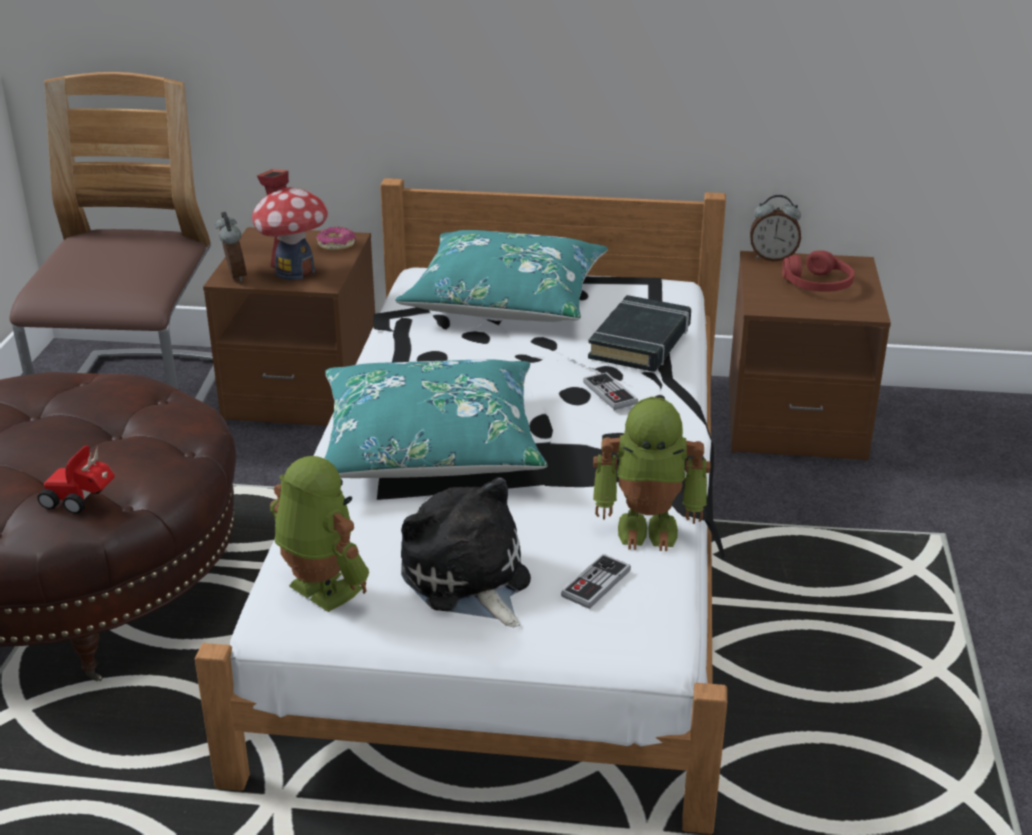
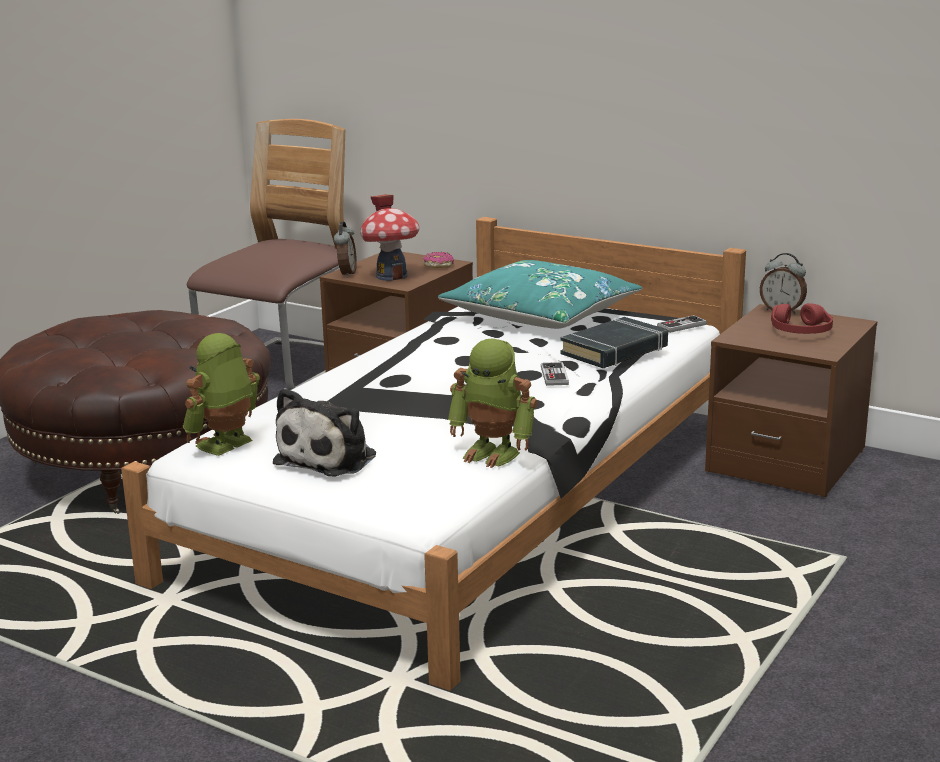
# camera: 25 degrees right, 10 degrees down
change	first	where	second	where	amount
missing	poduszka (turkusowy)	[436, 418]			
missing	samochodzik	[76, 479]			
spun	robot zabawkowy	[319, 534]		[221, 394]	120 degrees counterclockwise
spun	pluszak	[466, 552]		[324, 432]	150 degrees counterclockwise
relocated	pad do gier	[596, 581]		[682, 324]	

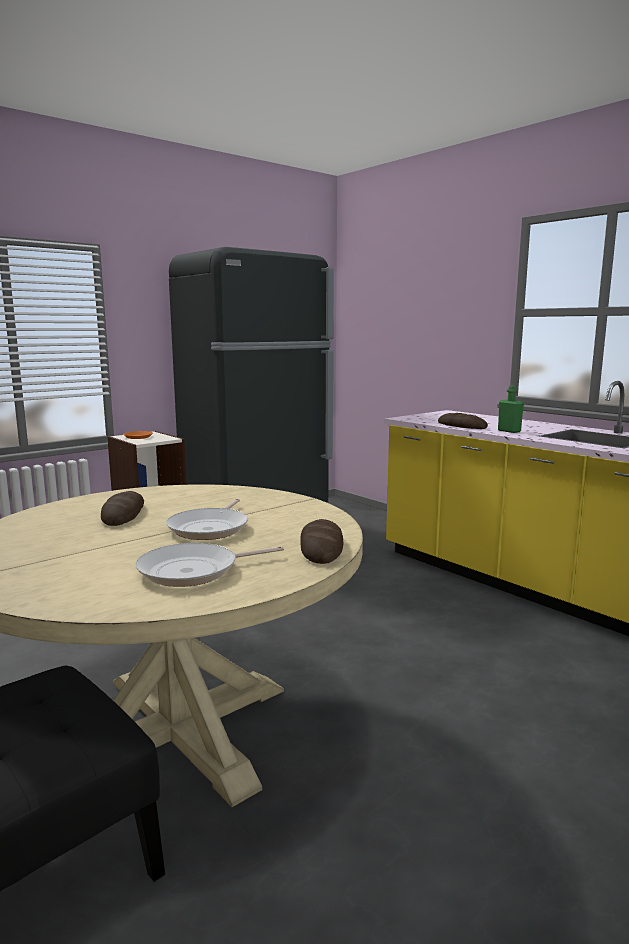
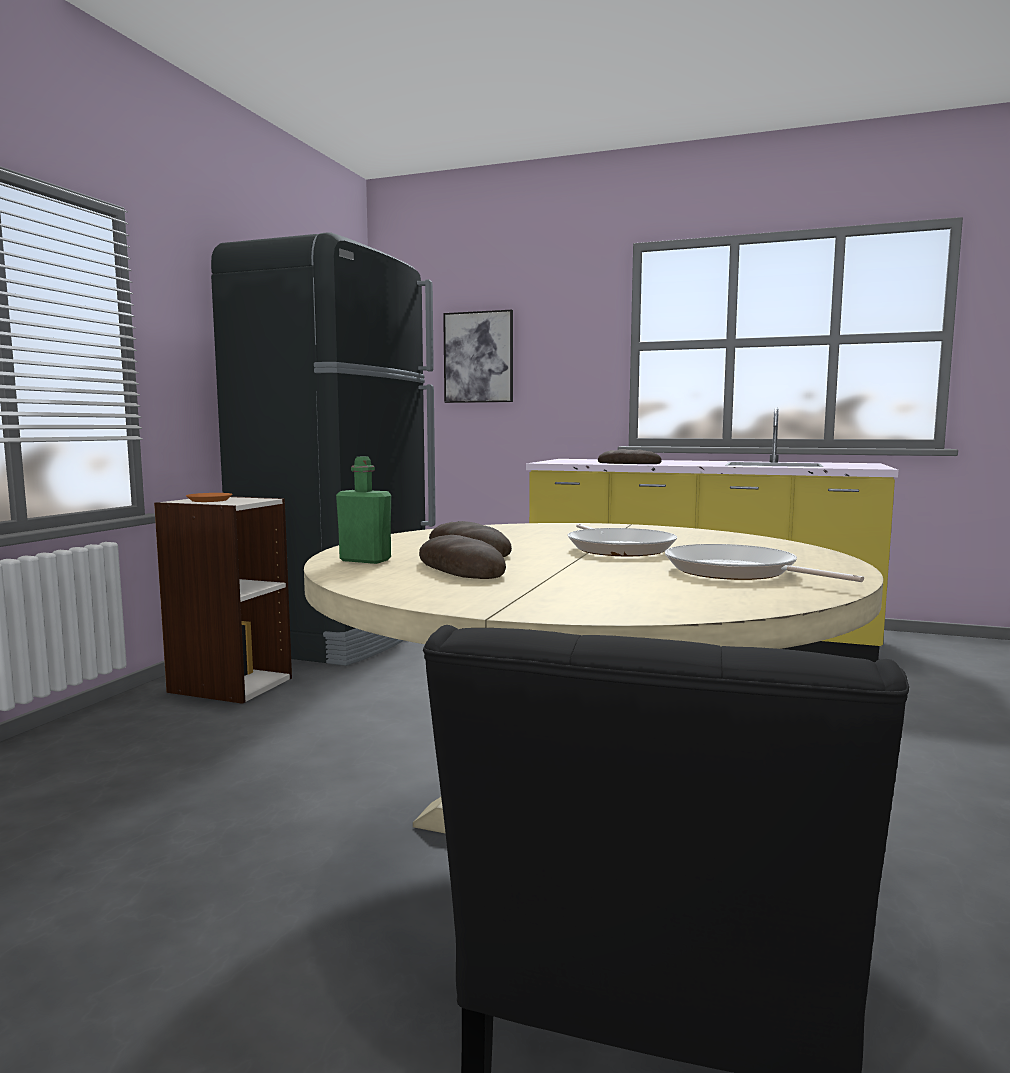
# camera: 30 degrees left, 5 degrees down
change	first	where	second	where	amount
relocated	butelka (zielony)	[511, 409]		[363, 510]	
relocated	chleb	[321, 541]		[462, 557]	
spun	patelnia	[209, 565]		[764, 563]	105 degrees clockwise
appeared			obraz	[478, 356]	

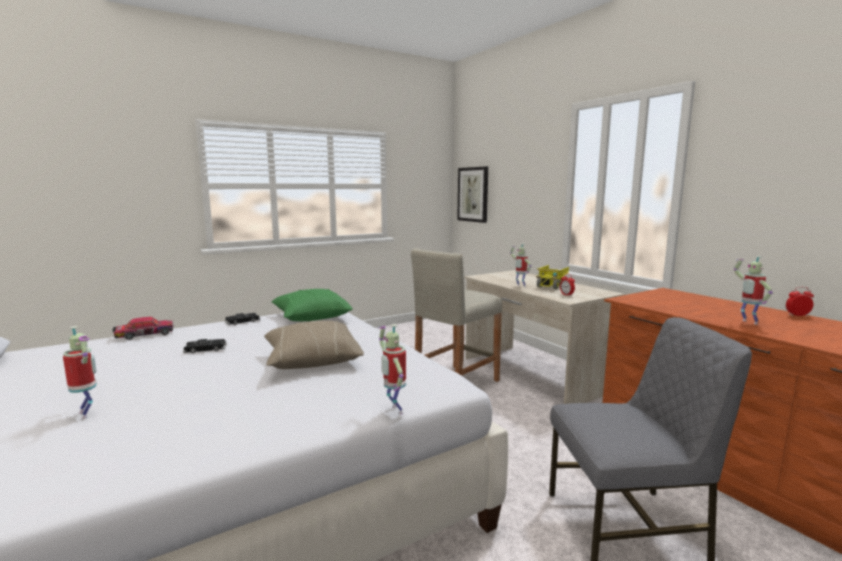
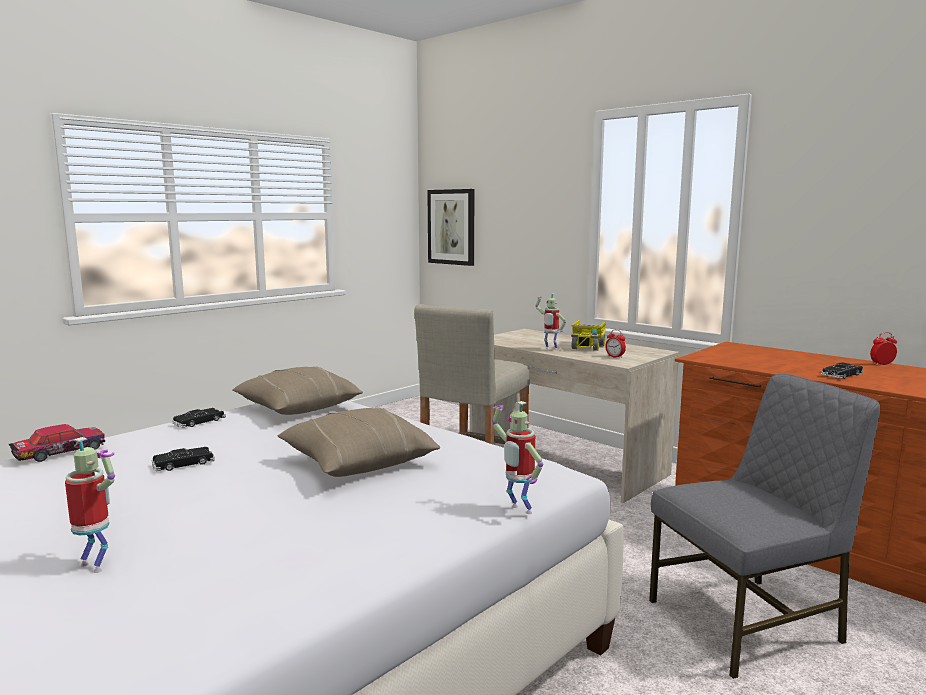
# camera: 15 degrees left, 0 degrees up
change	first	where	second	where	amount
exchanged	robot zabawkowy	[753, 290]	samochodzik (czarny)	[842, 370]	
colour	poduszka (zielony)	[312, 305]	poduszka (beżowy)	[297, 390]	

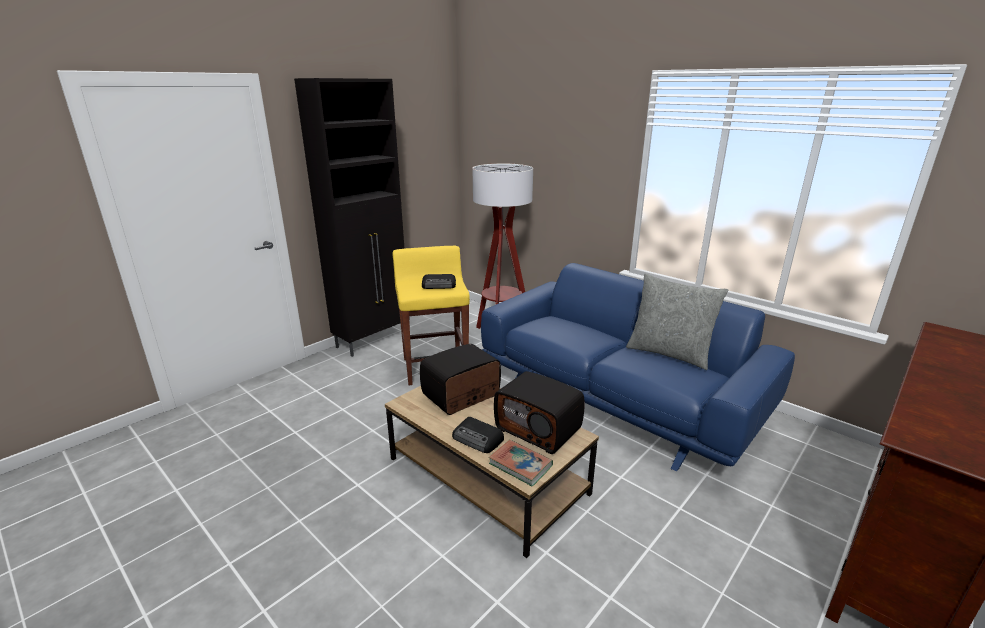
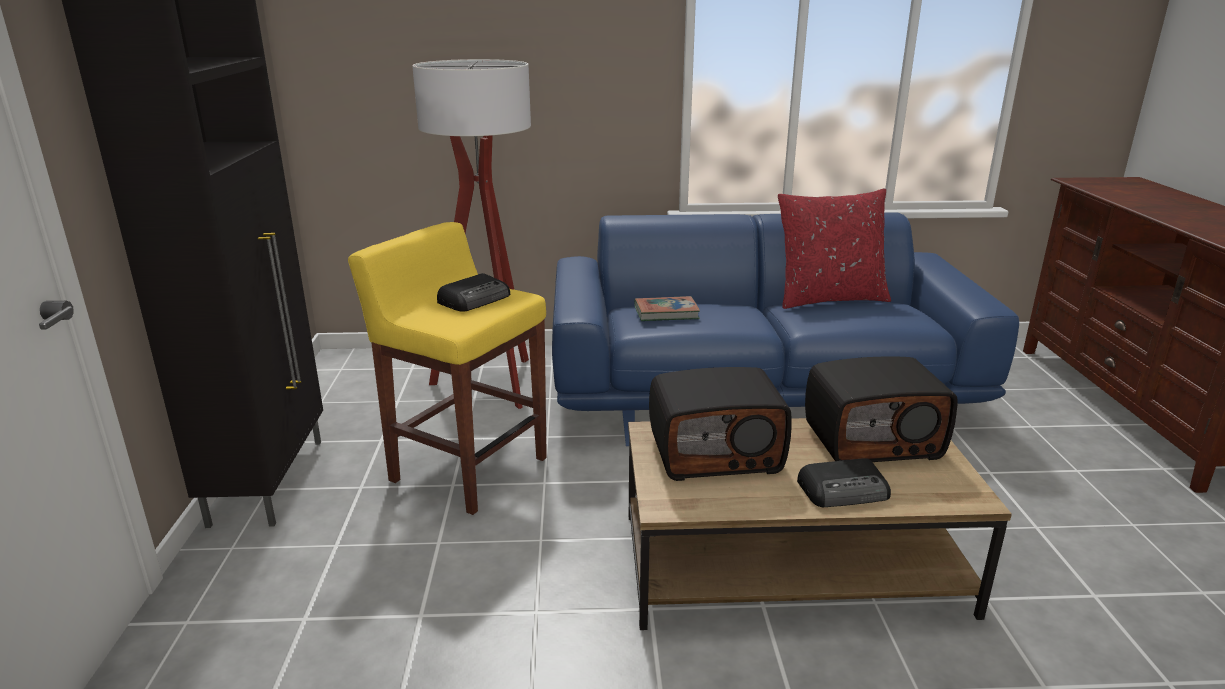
# camera: 45 degrees left, 0 degrees up
change	first	where	second	where	amount
colour	poduszka (szary)	[677, 322]	poduszka (czerwony)	[834, 248]	
spun	radio	[460, 379]		[720, 424]	105 degrees counterclockwise
relocated	książka	[521, 463]		[667, 308]	

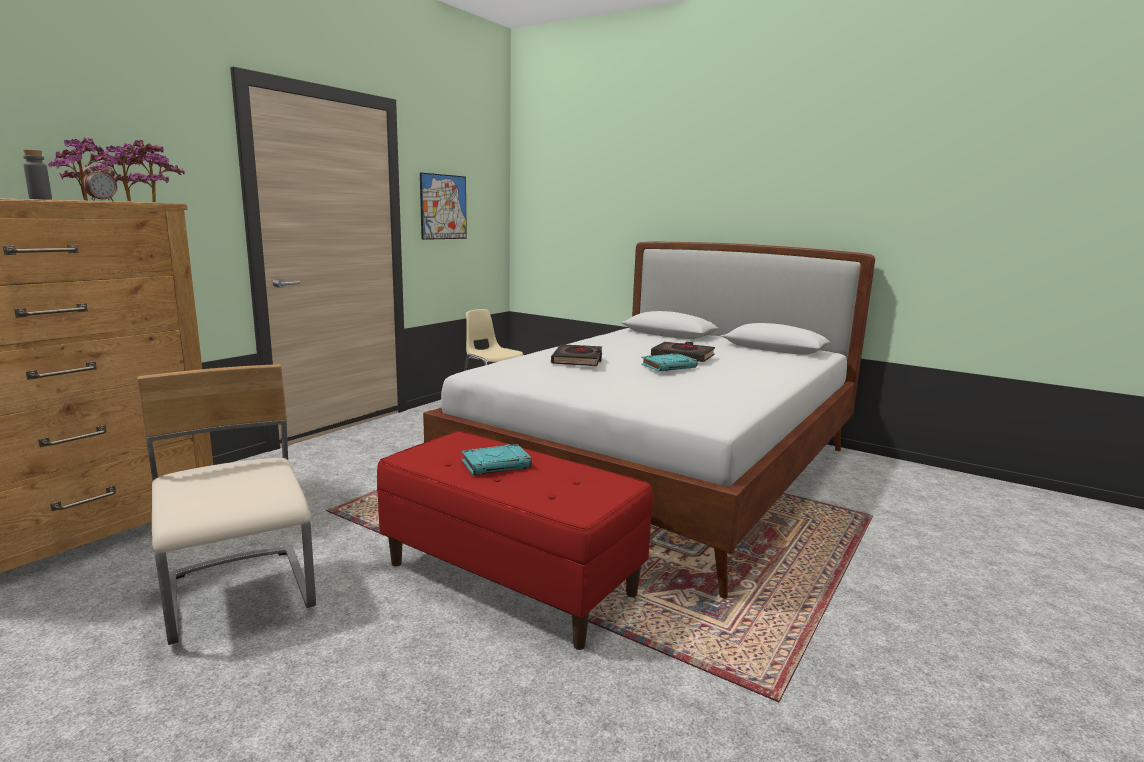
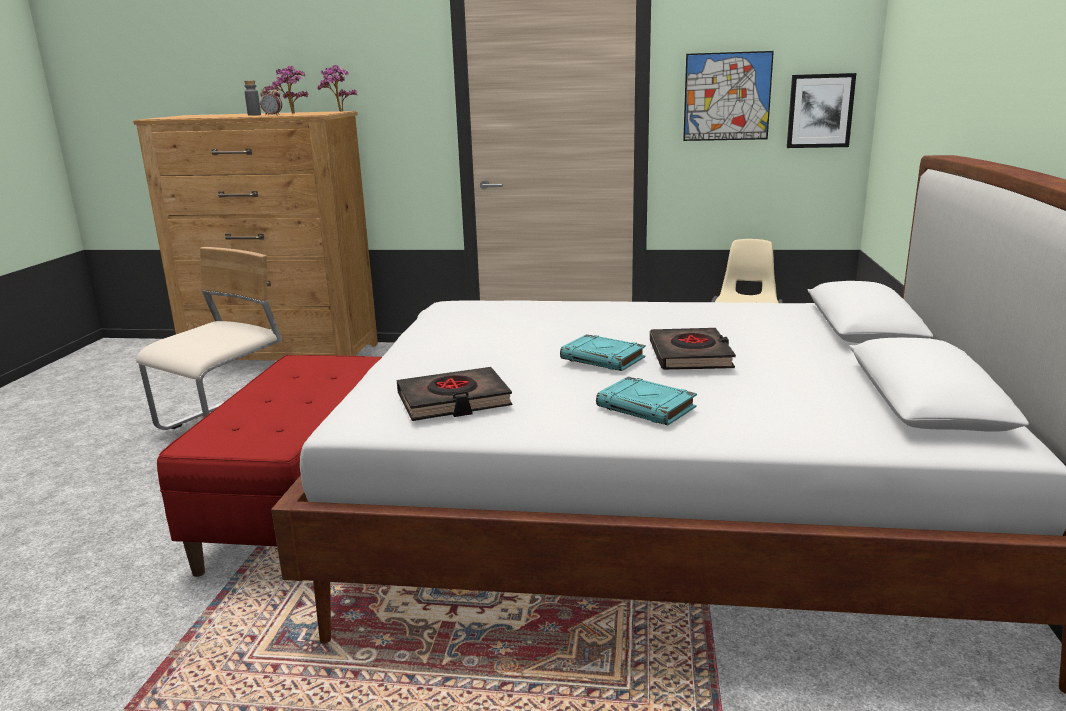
# camera: 65 degrees right, 5 degrees up
change	first	where	second	where	amount
missing	roślina doniczkowa	[153, 171]			
relocated	książka (czarny)	[576, 355]		[455, 394]	
relocated	książka (turkusowy)	[497, 459]		[646, 400]	
appeared			obraz	[821, 110]	

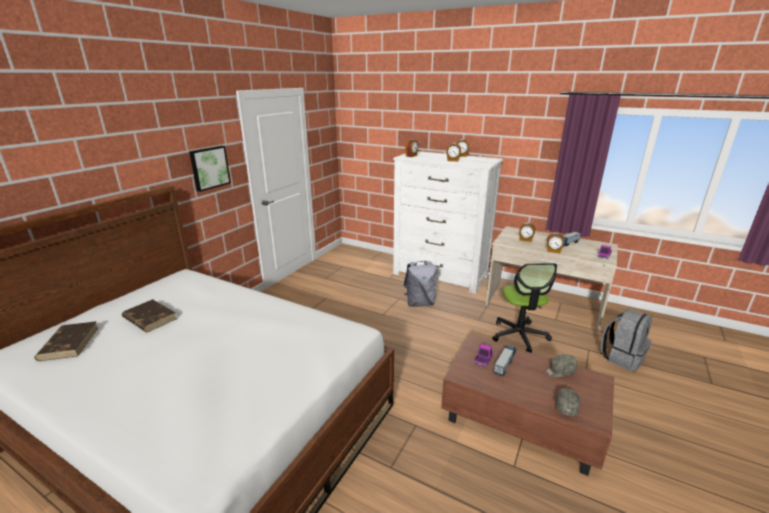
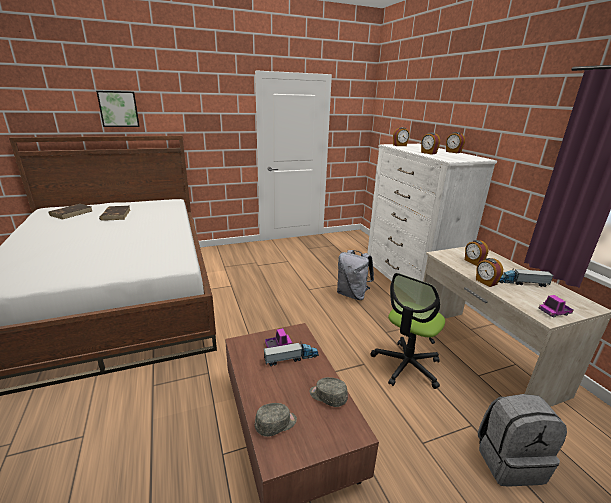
# camera: 40 degrees right, 0 degrees up
change	first	where	second	where	amount
relocated	obraz	[210, 169]		[118, 109]	

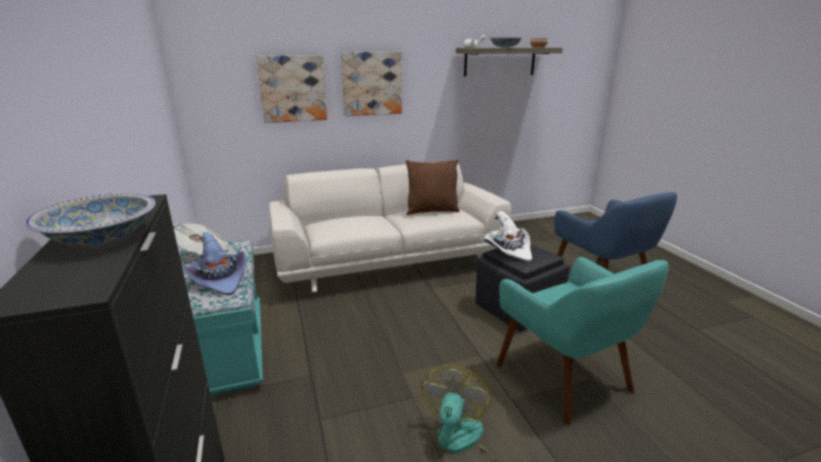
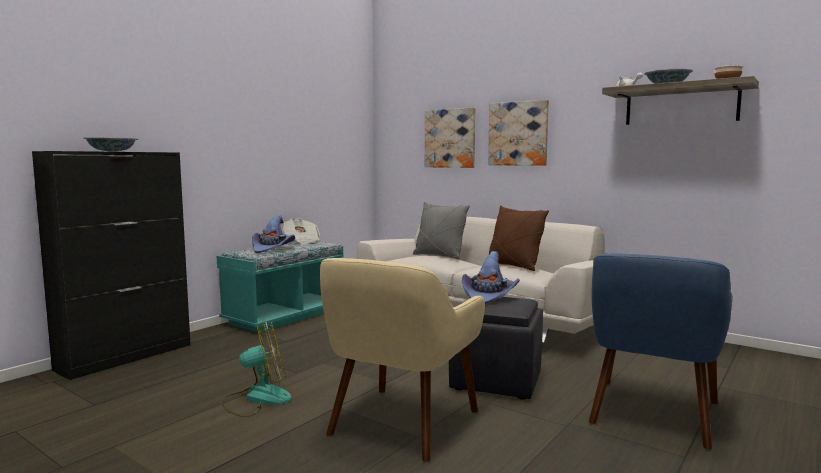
# camera: 55 degrees right, 15 degrees down
change	first	where	second	where	amount
colour	kapelusz (biały)	[508, 236]	kapelusz (fioletowy)	[491, 277]	
colour	fotel (turkusowy)	[583, 341]	fotel (beżowy)	[402, 360]	
appeared			poduszka (szary)	[441, 230]	

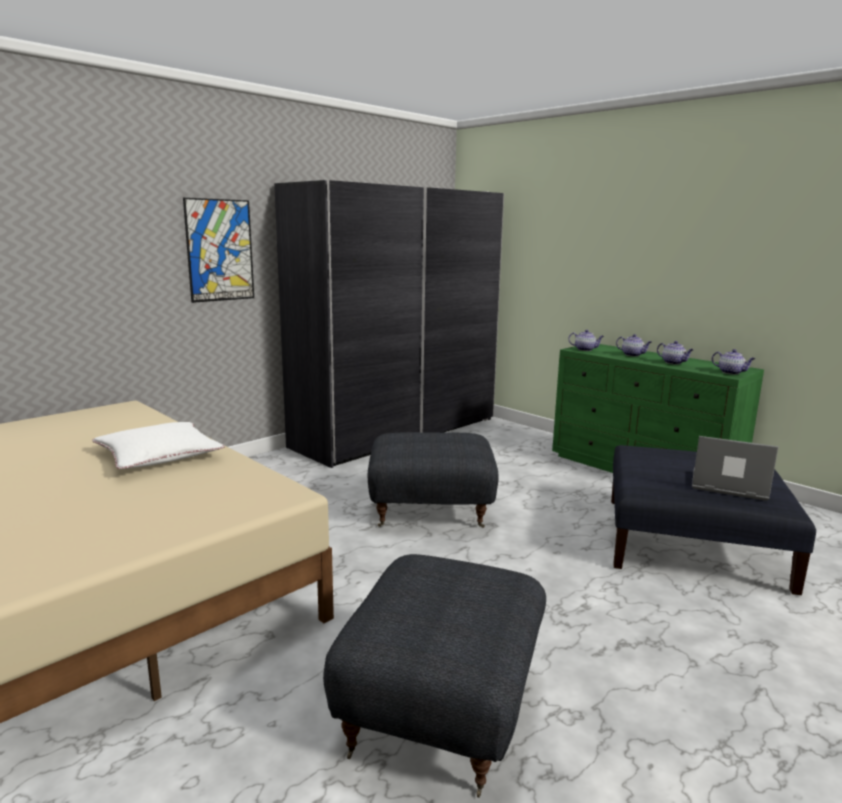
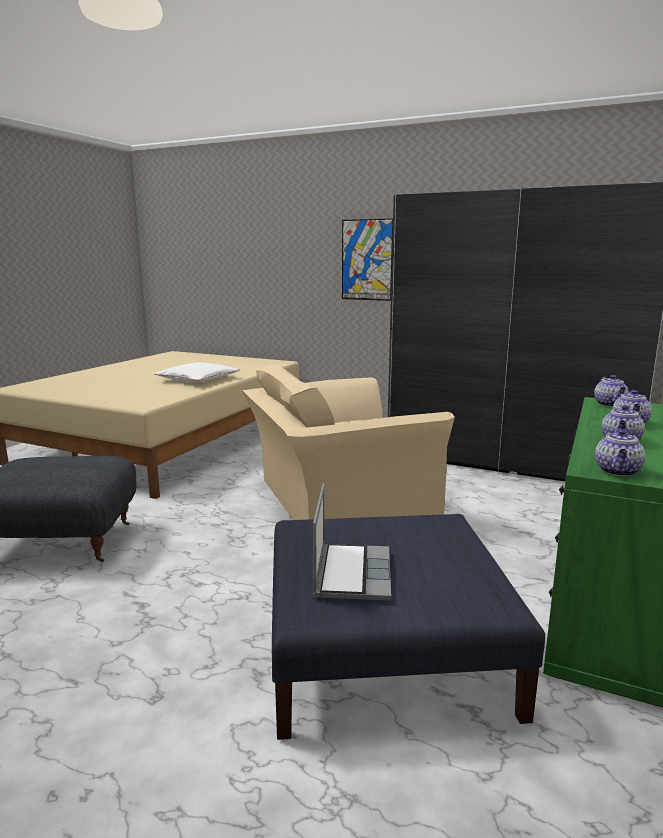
# camera: 70 degrees right, 0 degrees up
change	first	where	second	where	amount
exchanged	pufa (szary)	[433, 480]	fotel (beżowy)	[348, 442]	

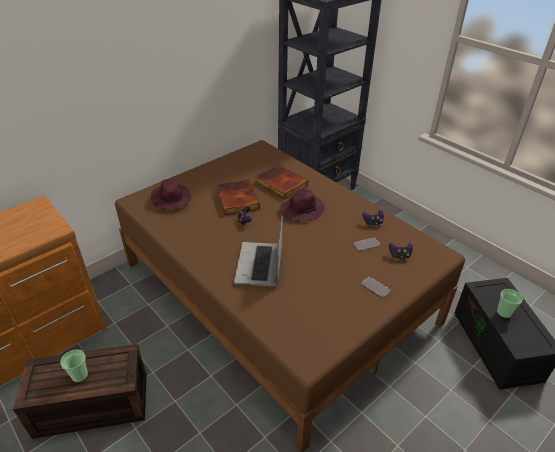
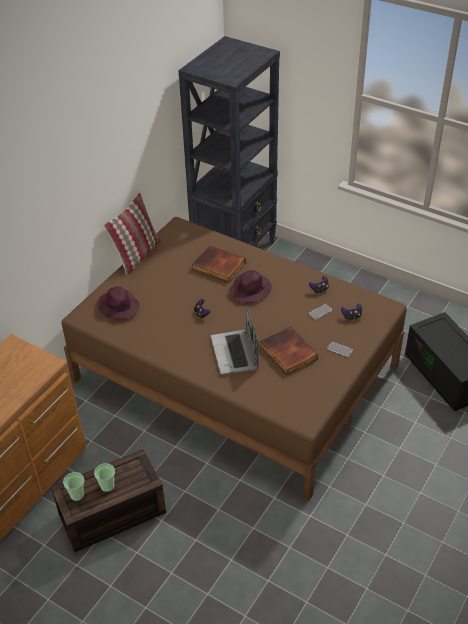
# camera: 15 degrees left, 5 degrees up
change	first	where	second	where	amount
relocated	książka	[238, 197]		[289, 351]	
relocated	filiżanka	[510, 303]		[73, 486]	
appeared			poduszka	[132, 234]	

